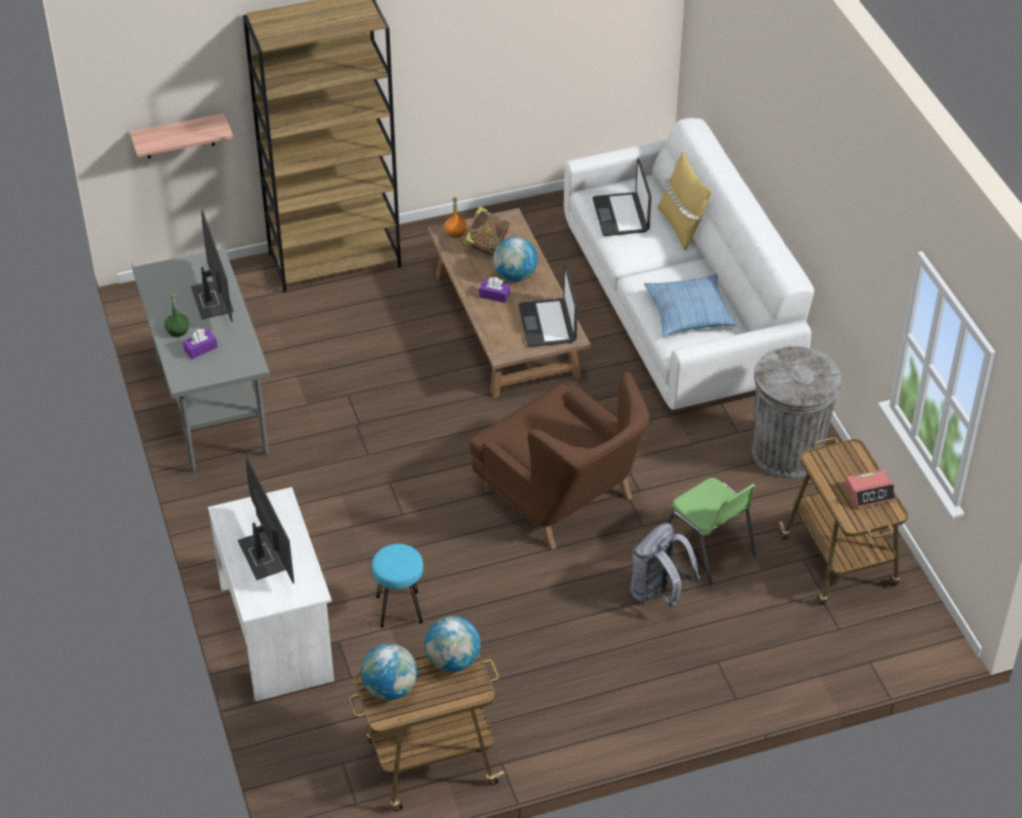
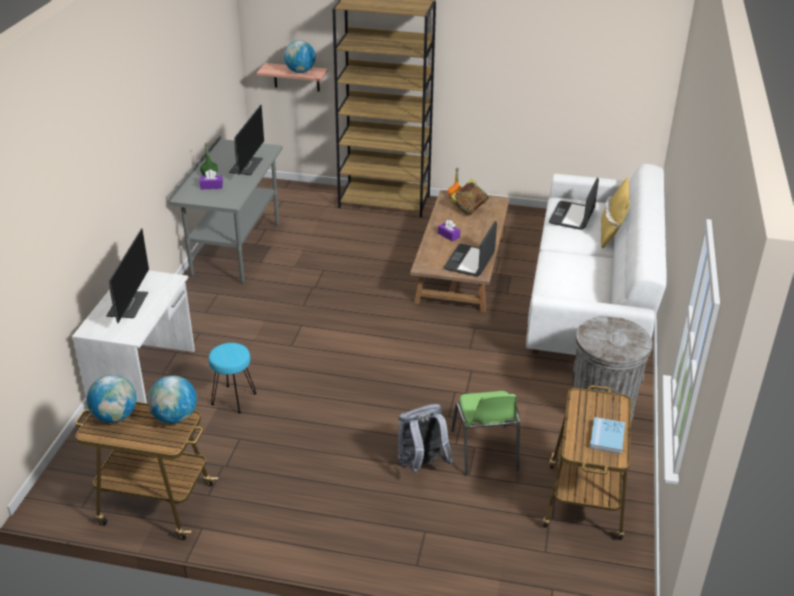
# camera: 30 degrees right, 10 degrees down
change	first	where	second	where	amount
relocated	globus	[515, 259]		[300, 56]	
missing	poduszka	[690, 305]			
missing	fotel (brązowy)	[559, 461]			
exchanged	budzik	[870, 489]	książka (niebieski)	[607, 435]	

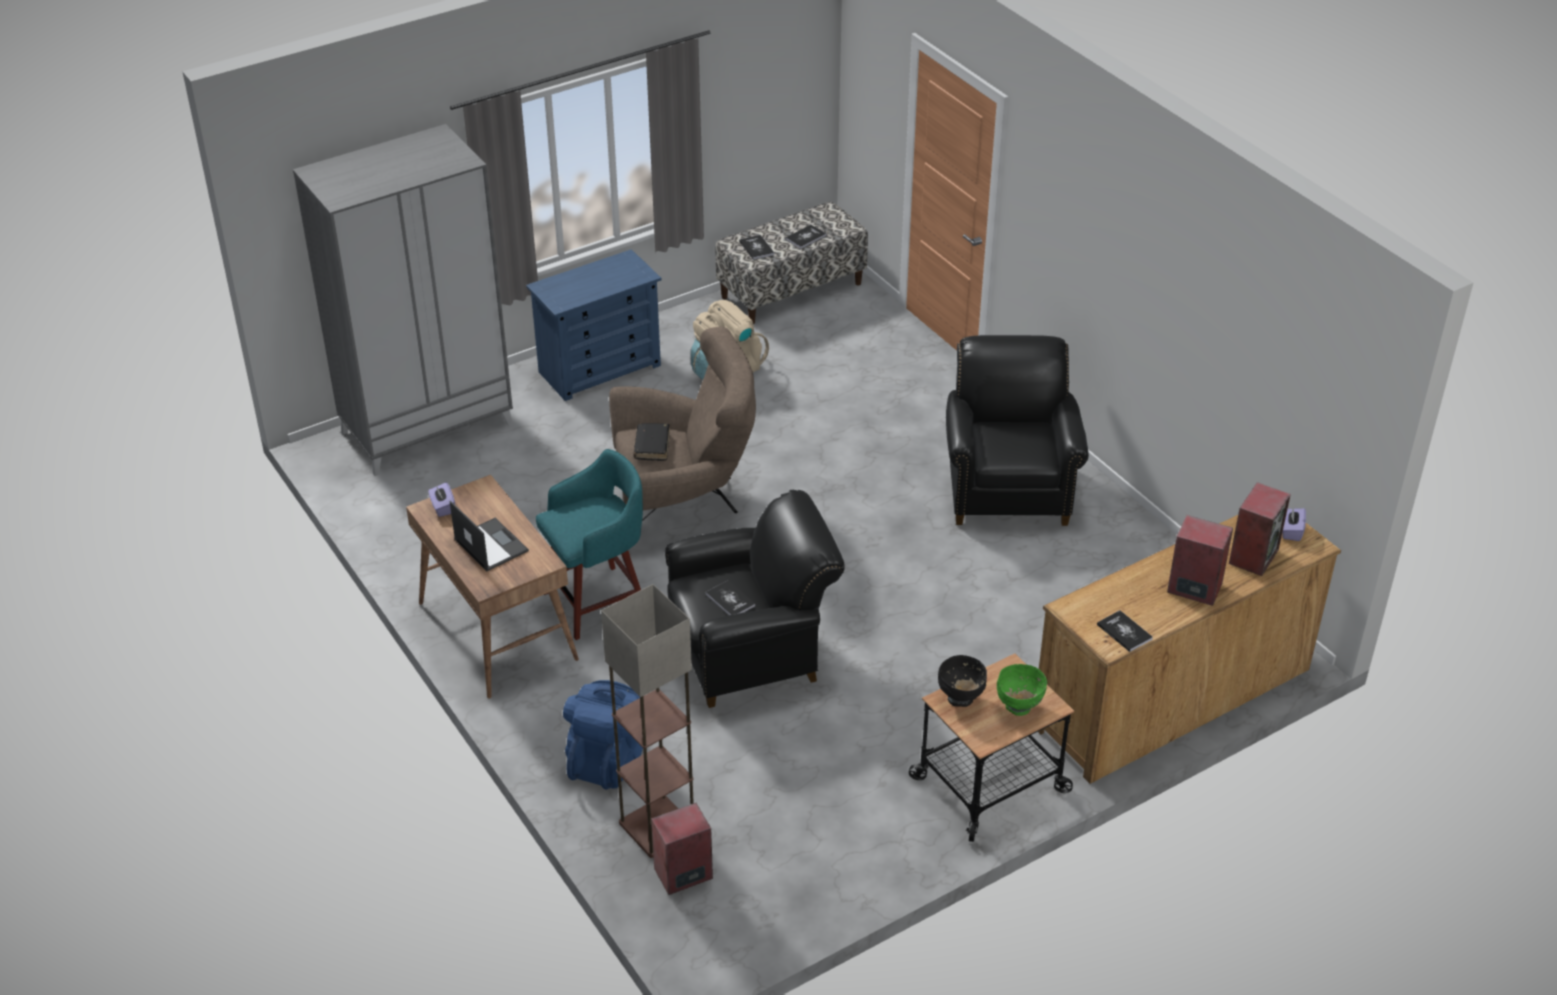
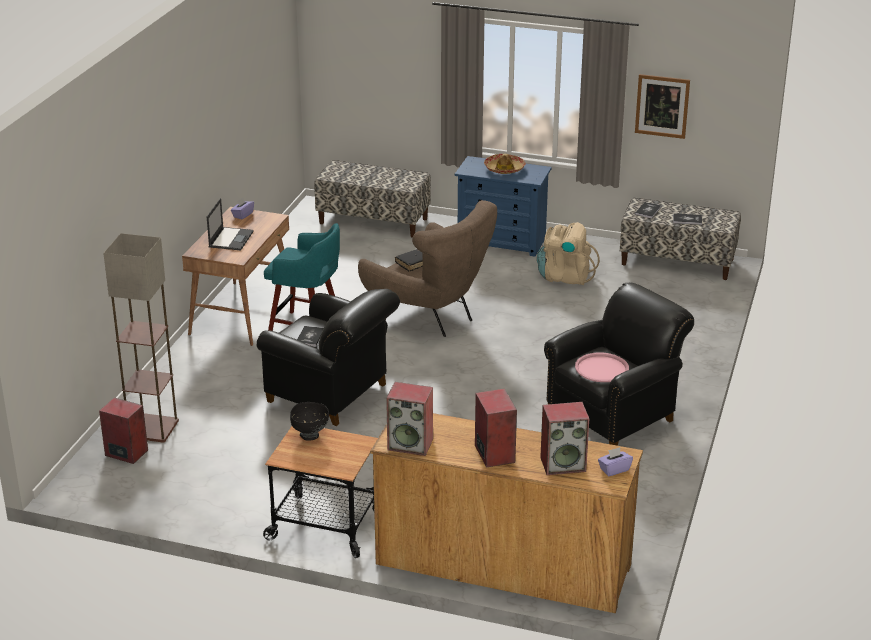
# camera: 50 degrees right, 10 degrees down
change	first	where	second	where	amount
exchanged	szafa (szary)	[403, 300]	ławka	[372, 199]	
exchanged	książka	[1125, 631]	głośnik	[409, 419]	
missing	miska (zielony)	[1022, 690]			
missing	plecak (niebieski)	[603, 735]			
appeared			obraz	[662, 106]	
appeared			kapelusz	[505, 164]	
appeared			taca (różowy)	[602, 367]	

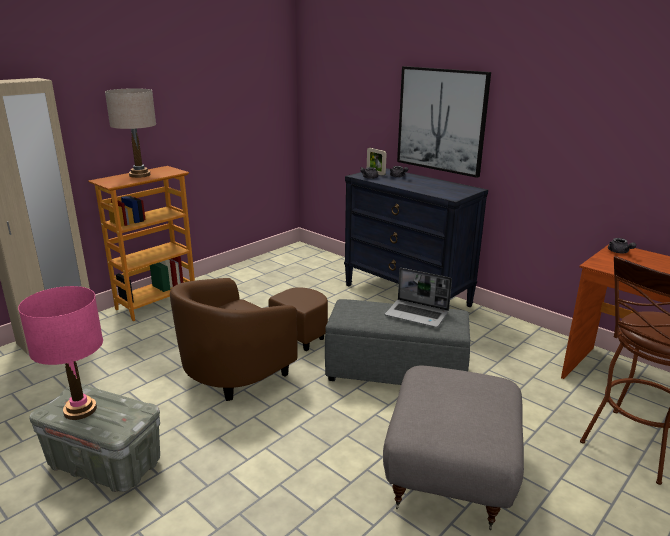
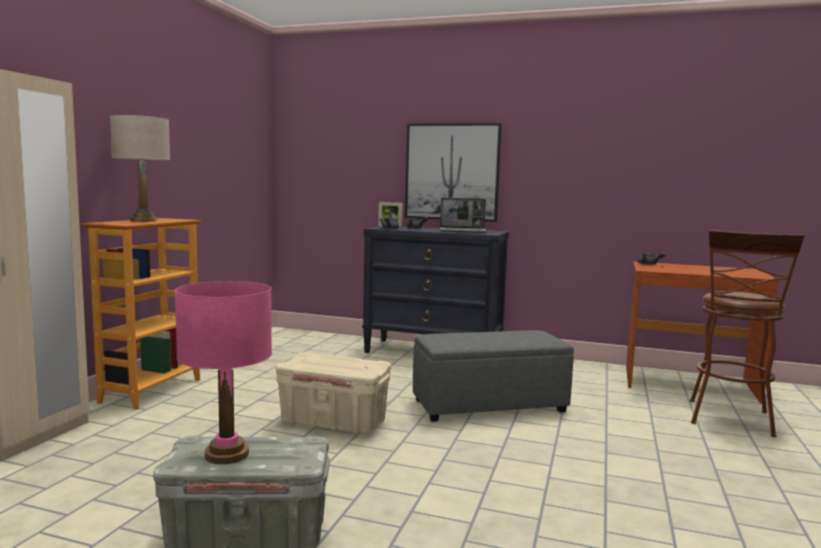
# camera: 25 degrees left, 15 degrees down
change	first	where	second	where	amount
relocated	laptop	[418, 297]		[463, 215]	
exchanged	fotel (brązowy)	[249, 339]	pojemnik do przechowywania (beżowy)	[333, 393]	
missing	pufa (szary)	[453, 448]			

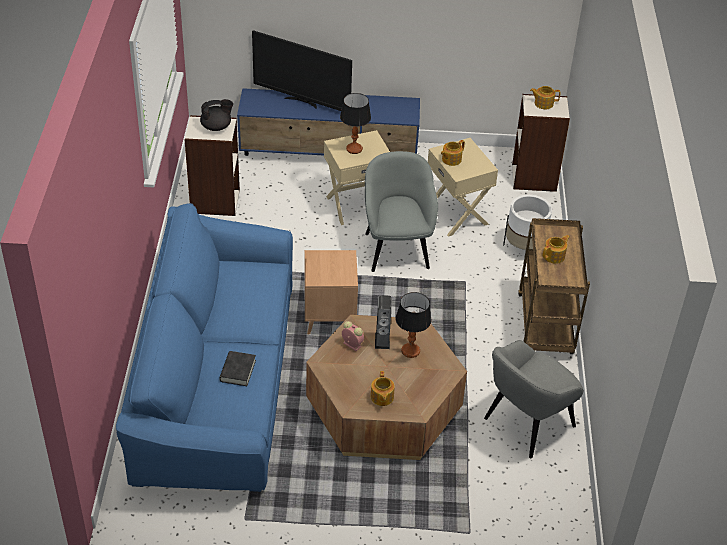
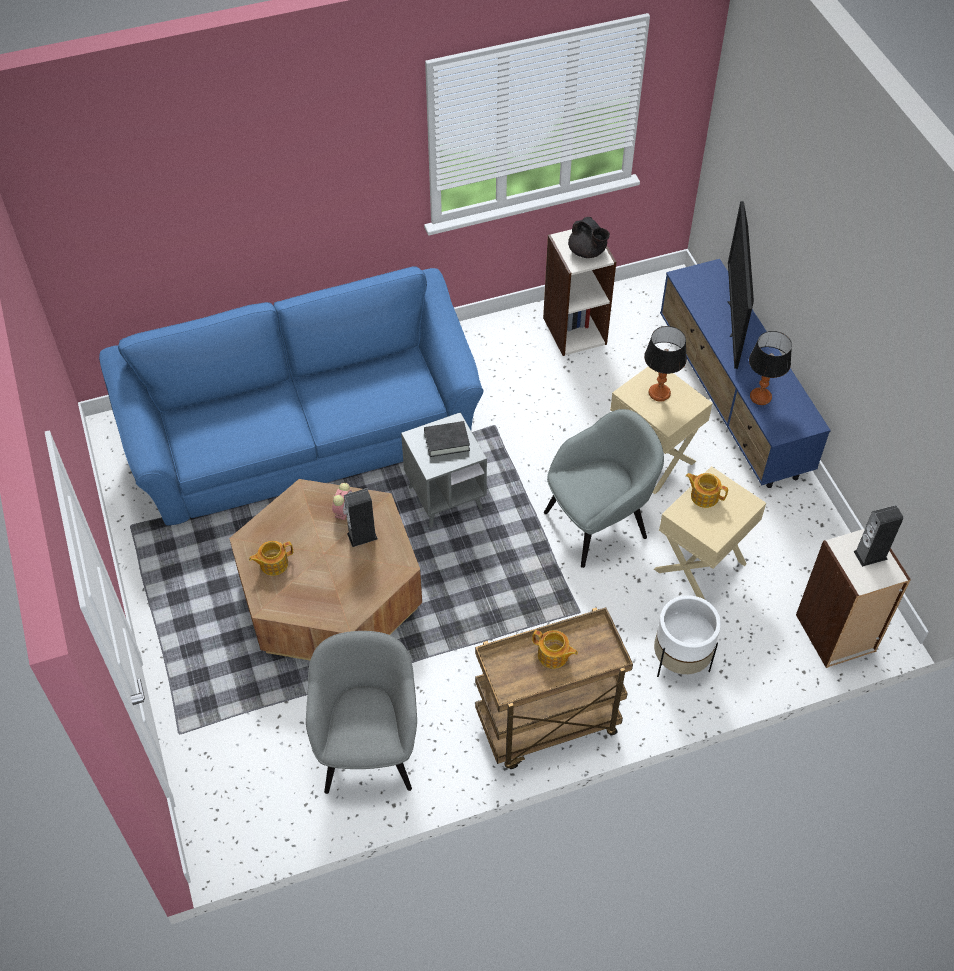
# camera: 70 degrees right, 10 degrees up
change	first	where	second	where	amount
exchanged	imbryk	[545, 97]	głośnik	[878, 536]	
colour	stolik (brązowy)	[331, 292]	stolik (szary)	[444, 470]	
relocated	lampa stołowa	[414, 325]		[770, 368]	
spun	fotel (szary)	[534, 399]		[361, 712]	60 degrees clockwise
relocated	książka (czarny)	[237, 368]		[447, 439]	

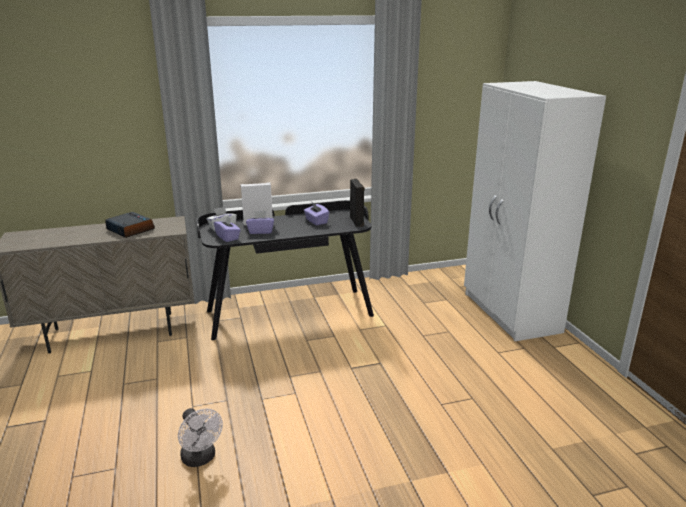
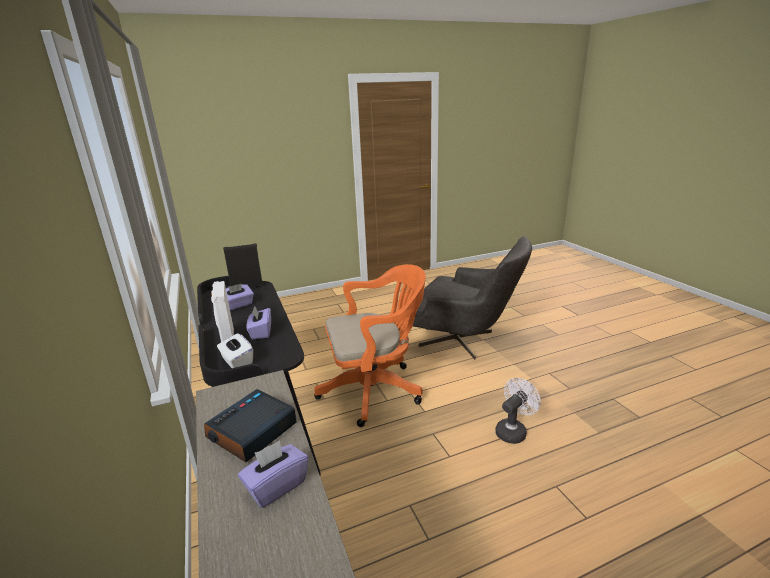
# camera: 95 degrees left, 0 degrees up
change	first	where	second	where	amount
missing	szafa (biały)	[535, 211]			
relocated	pudełko chusteczek (fioletowy)	[227, 229]		[273, 474]	
appeared			fotel (szary)	[472, 298]	
appeared			krzesło biurowe (pomarańczowy)	[370, 345]	

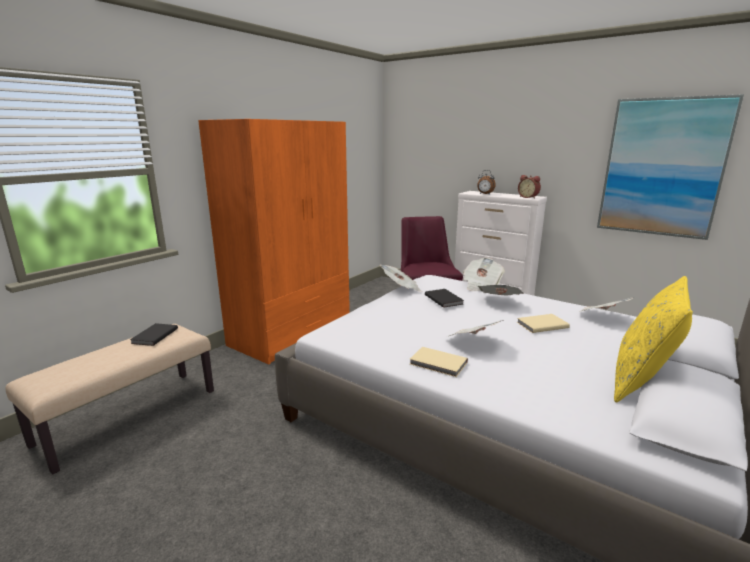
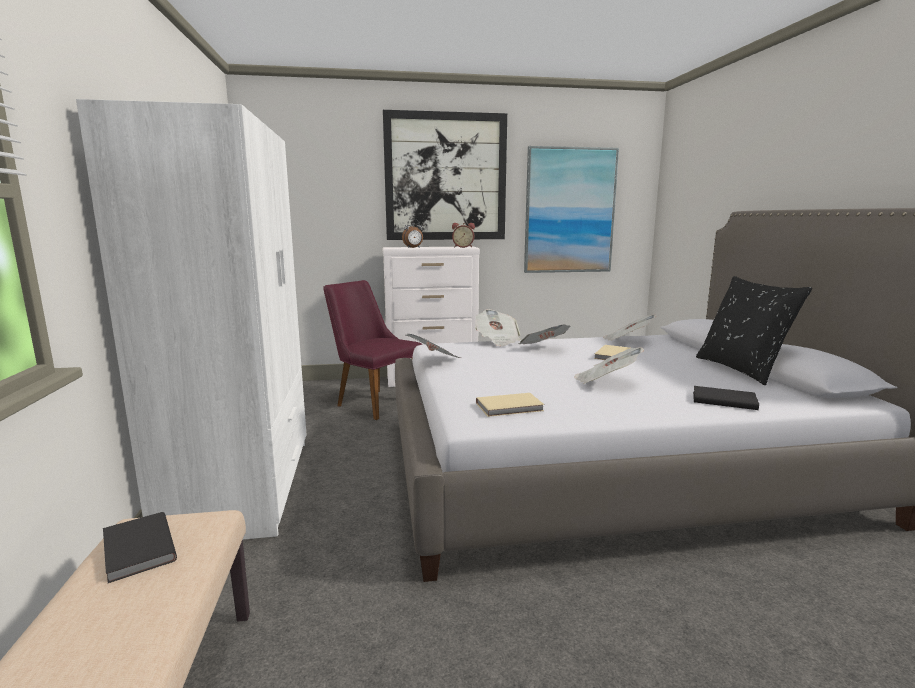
# camera: 45 degrees left, 5 degrees down
change	first	where	second	where	amount
colour	szafa (pomarańczowy)	[274, 242]	szafa (biały)	[191, 319]	
colour	poduszka (żółty)	[653, 339]	poduszka (czarny)	[754, 330]	
relocated	książka (czarny)	[444, 298]		[726, 398]	
relocated	książka (beżowy)	[439, 362]		[510, 405]	
appeared			obraz	[445, 175]	

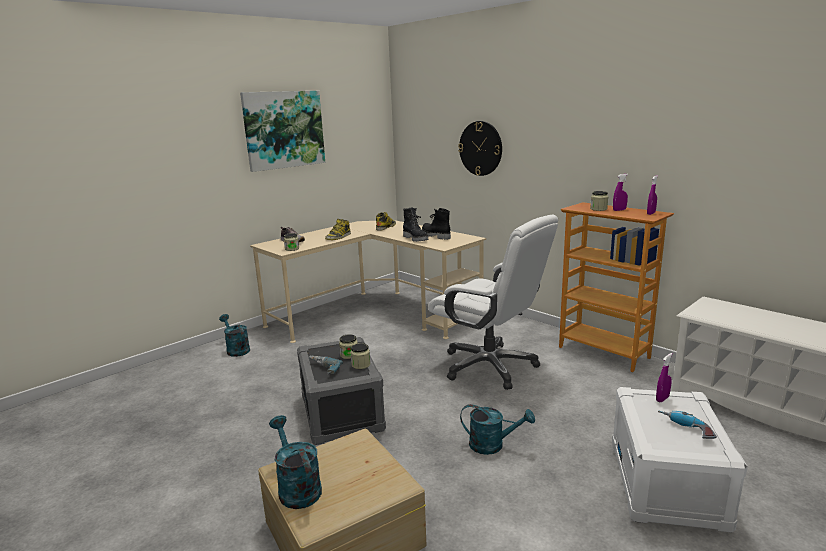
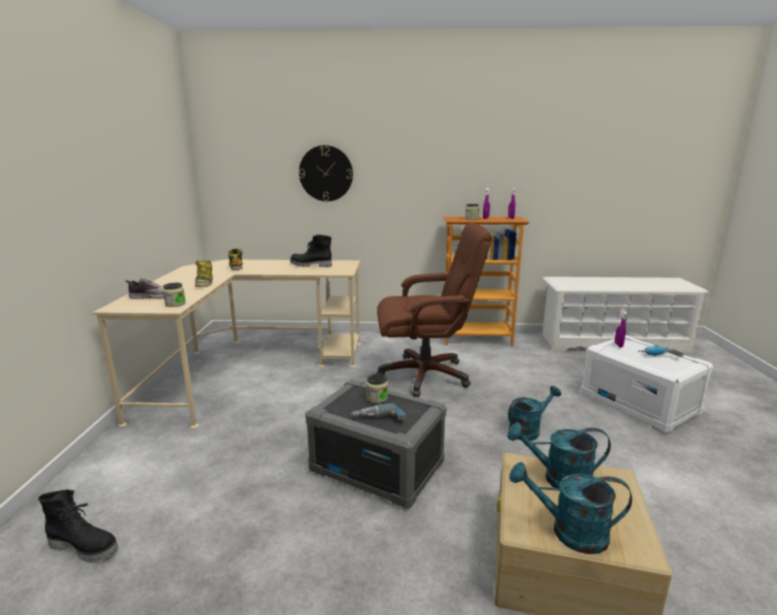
# camera: 45 degrees left, 0 degrees up
change	first	where	second	where	amount
missing	obraz	[282, 131]			
relocated	but z cholewką (czarny)	[415, 224]		[78, 525]	
colour	krzesło biurowe (biały)	[493, 302]	krzesło biurowe (brązowy)	[433, 310]	
relocated	konewka (turkusowy)	[234, 335]		[559, 455]	
missing	słoik	[360, 356]			

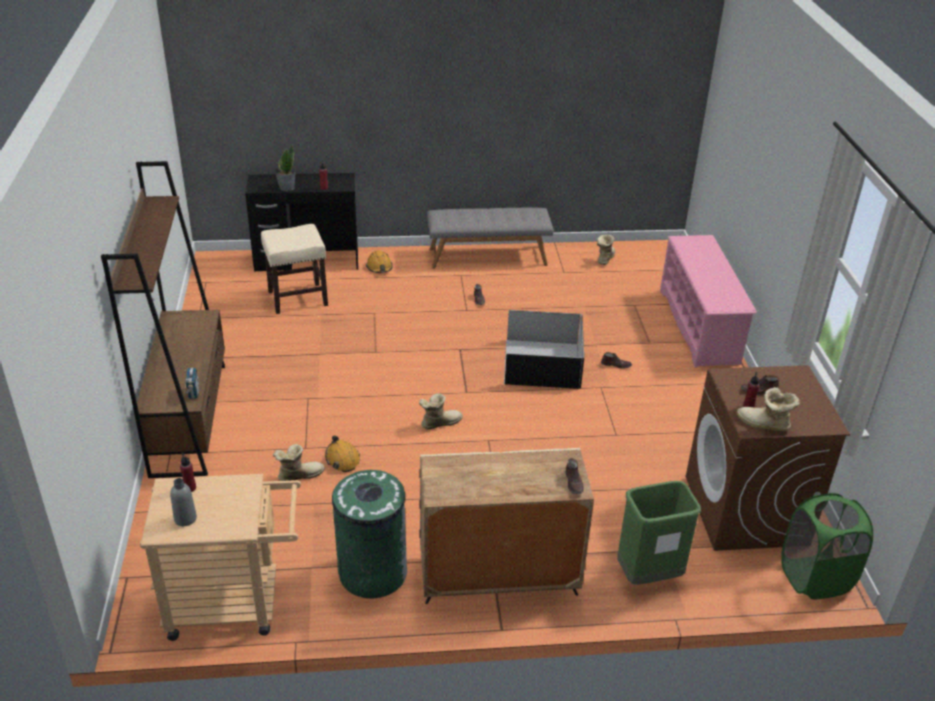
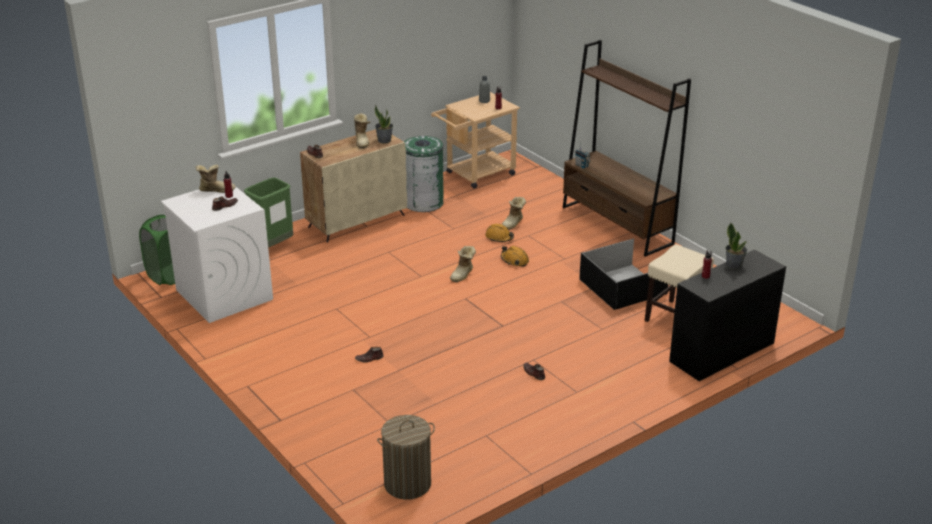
# camera: 150 degrees right, 5 degrees down
change	first	where	second	where	amount
missing	ławka (szary)	[490, 238]			
relocated	but z cholewką	[606, 250]		[362, 131]	
missing	regał na buty (różowy)	[708, 301]			
relocated	kask (pomarańczowy)	[379, 262]		[515, 256]	
relocated	pojemnik do przechowywania (czarny)	[544, 349]		[623, 274]	
colour	pralka (brązowy)	[768, 458]	pralka (biały)	[217, 254]	
appeared			roślina doniczkowa	[384, 124]	
appeared			kosz na pranie	[406, 457]	

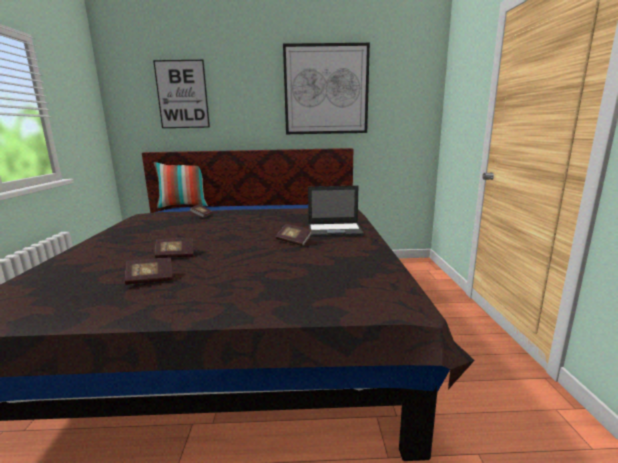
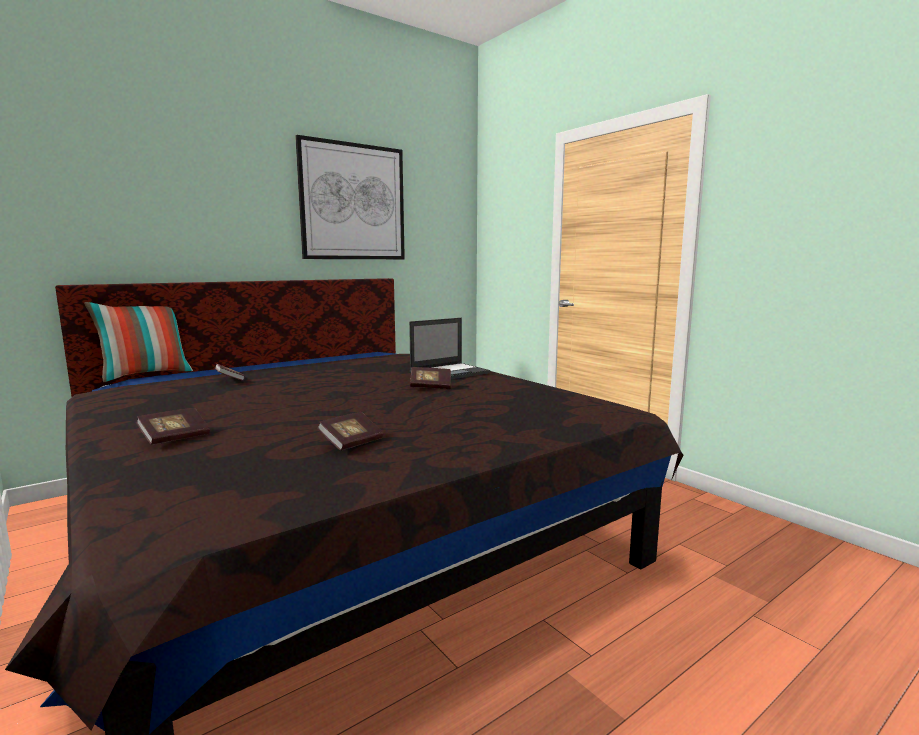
# camera: 35 degrees left, 5 degrees down
change	first	where	second	where	amount
missing	obraz	[181, 94]			
relocated	książka	[174, 248]		[173, 426]	

